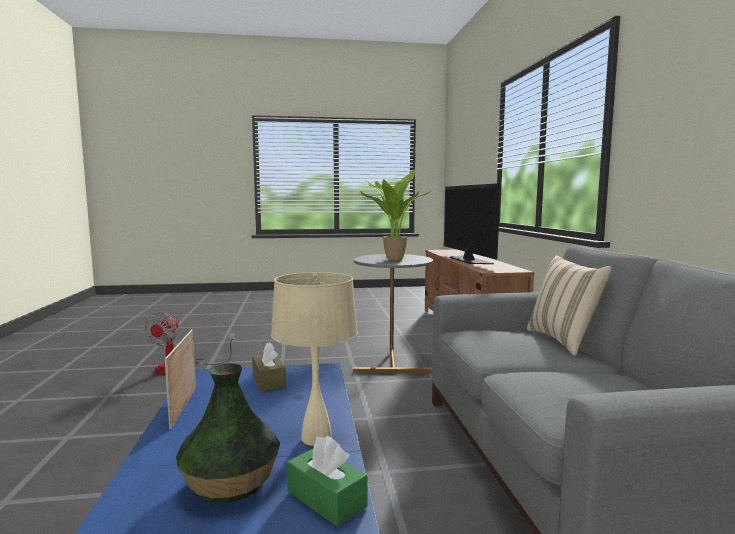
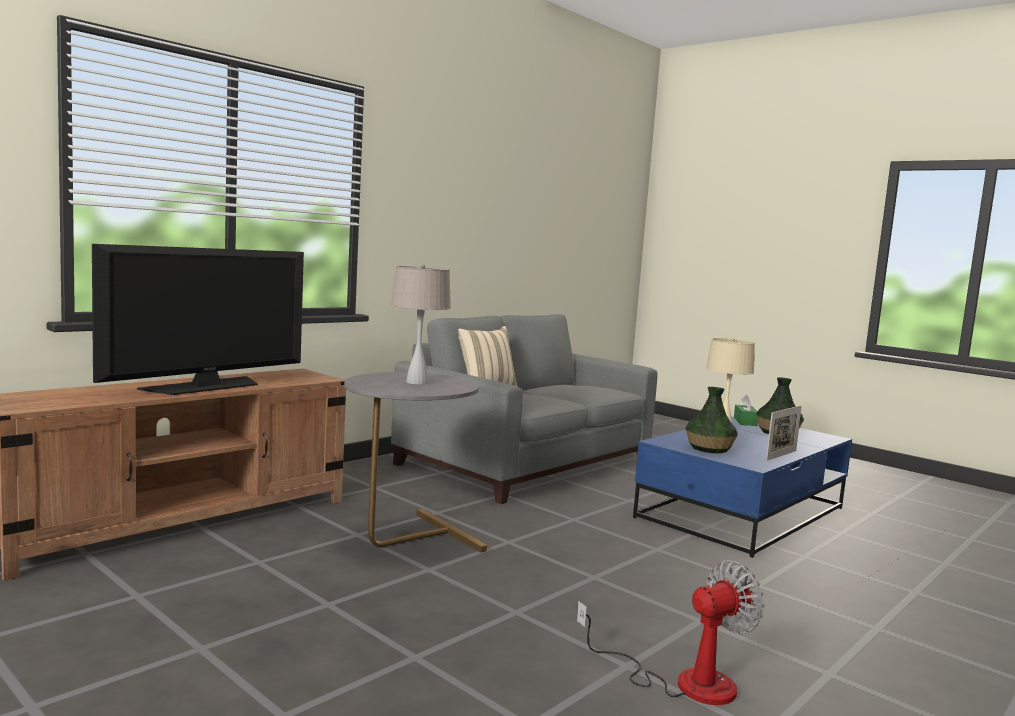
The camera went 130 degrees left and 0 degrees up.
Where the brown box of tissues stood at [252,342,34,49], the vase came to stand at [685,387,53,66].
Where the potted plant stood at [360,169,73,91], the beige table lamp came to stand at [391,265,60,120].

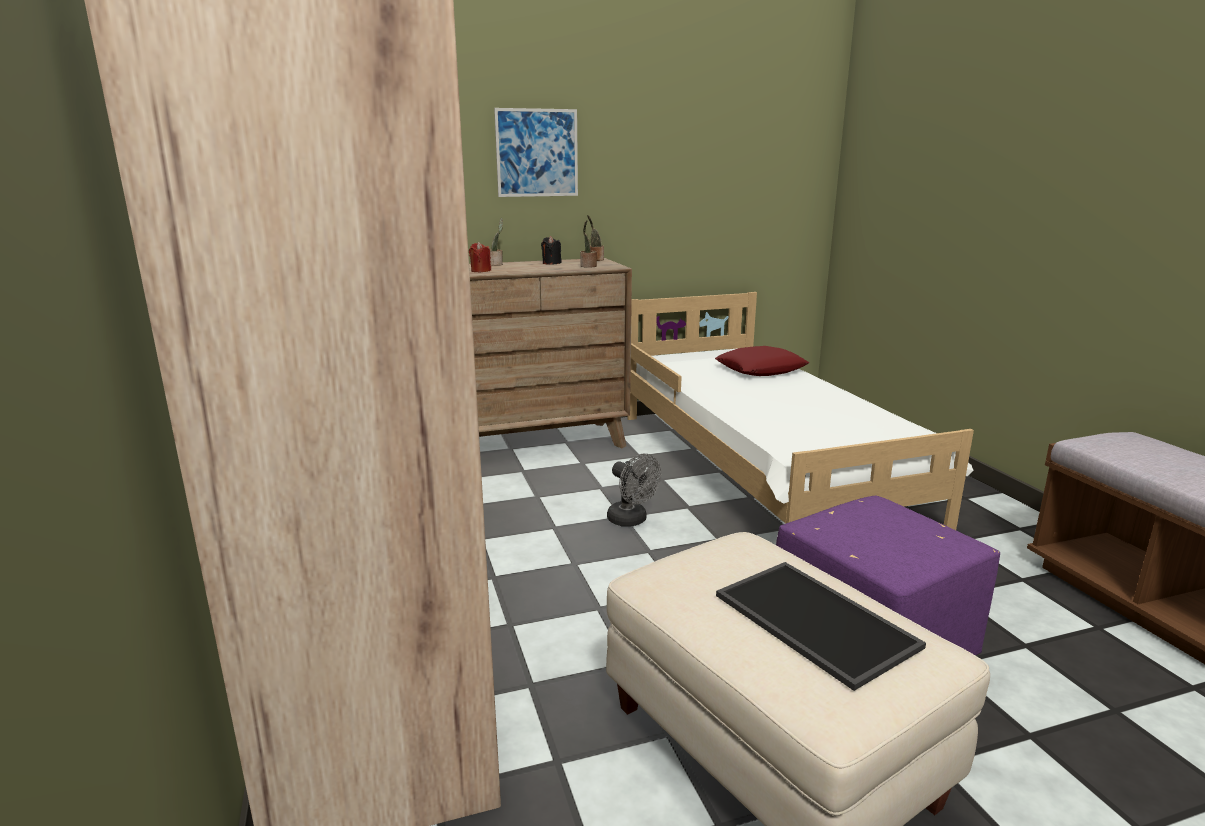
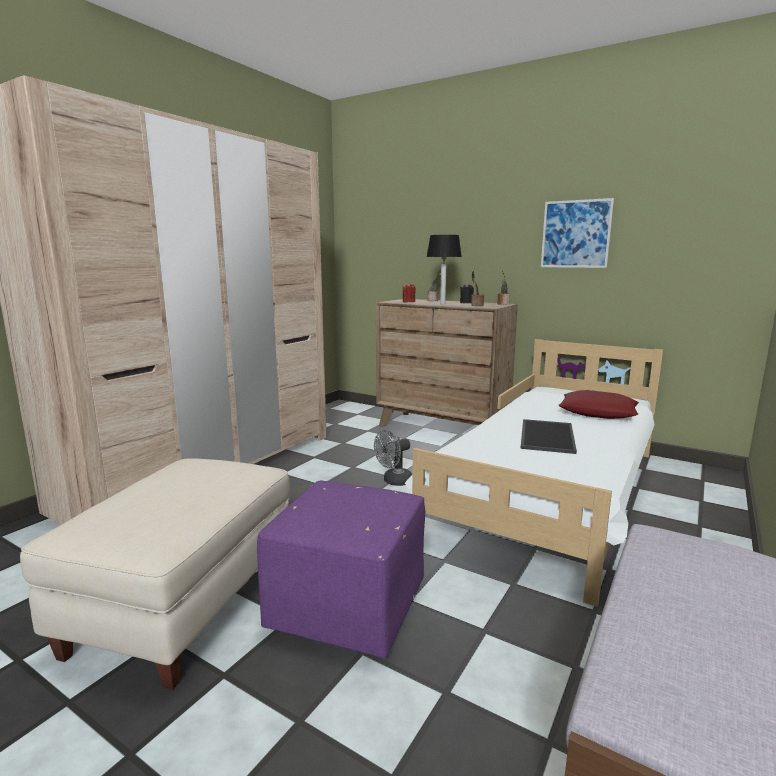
The camera went 50 degrees right and 5 degrees down.
The picture ended up elsewhere, having gone from [494,108,84,89] to [541,198,73,70].
The greyish electric fan at [607,454,54,73] ended up facing another way, 45 degrees clockwise from before.
The carrying tray ended up elsewhere, having gone from [716,562,210,129] to [520,419,57,35].
The second view gained the table lamp at [426,235,36,69].

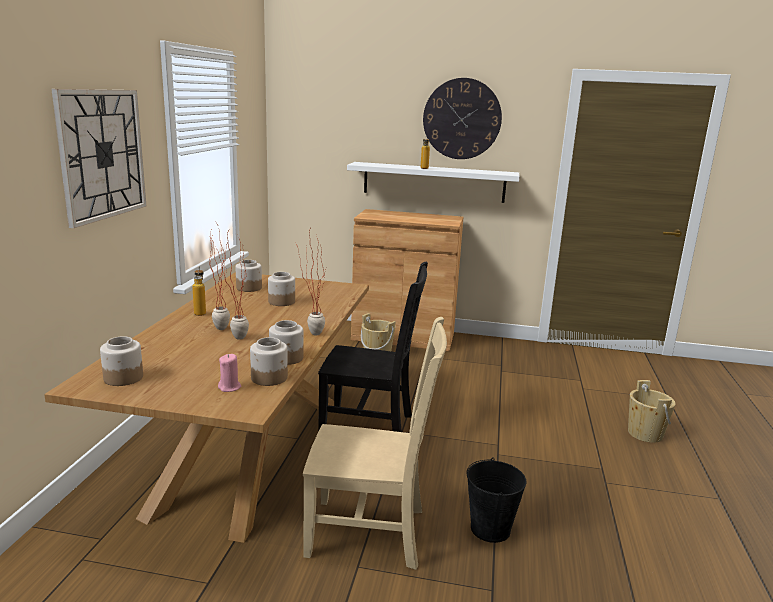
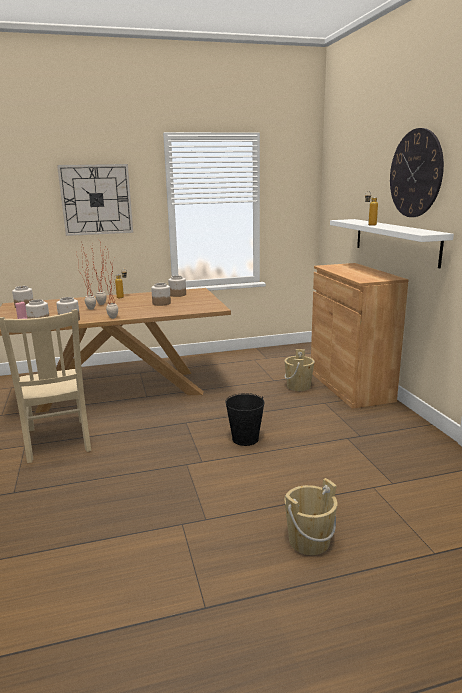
The camera went 65 degrees right and 0 degrees up.
The second view lost the black chair at [318,262,110,170].
The black pail ended up elsewhere, having gone from [466,457,60,86] to [225,393,40,53].

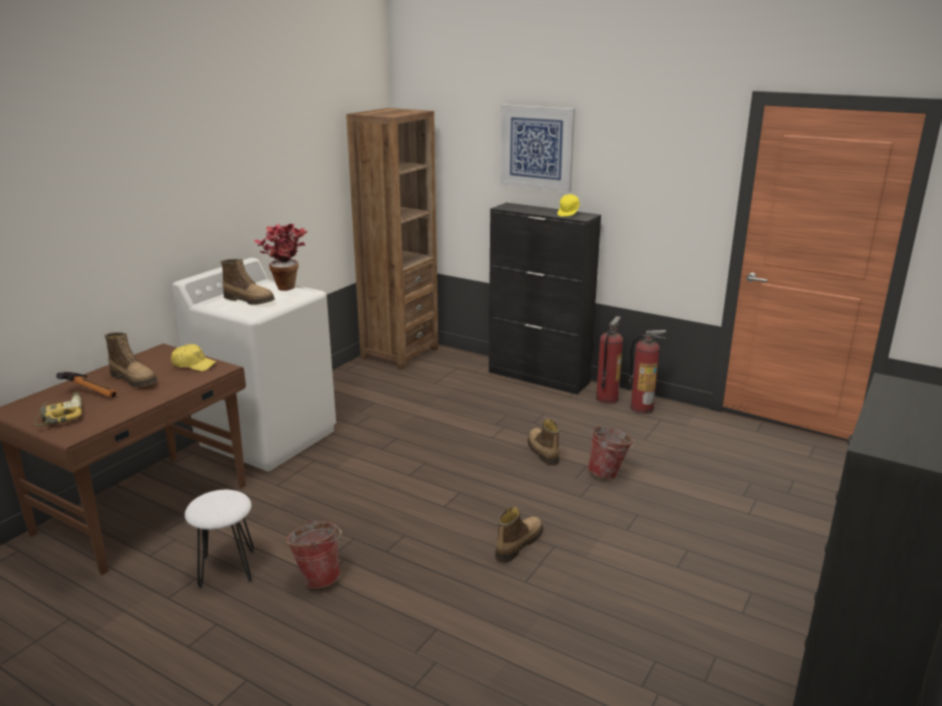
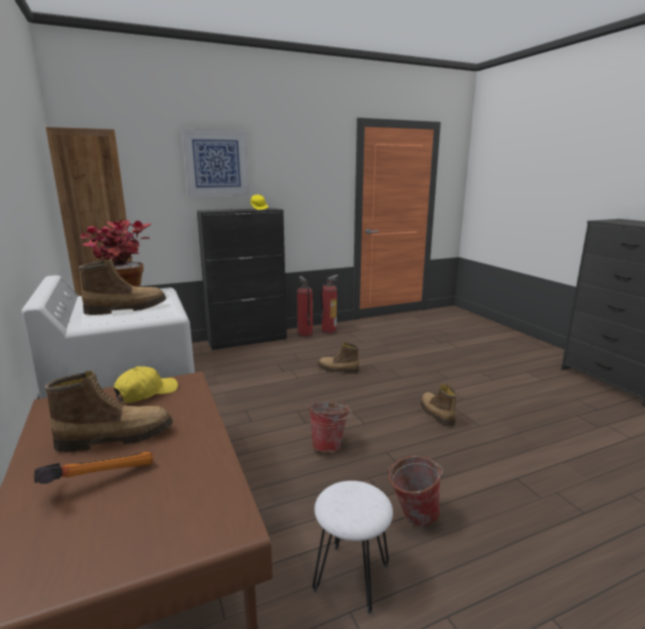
The camera went 55 degrees left and 5 degrees down.
The second view lost the power drill at [34,392,48,34].
The pail ended up elsewhere, having gone from [588,426,47,53] to [308,401,43,51].

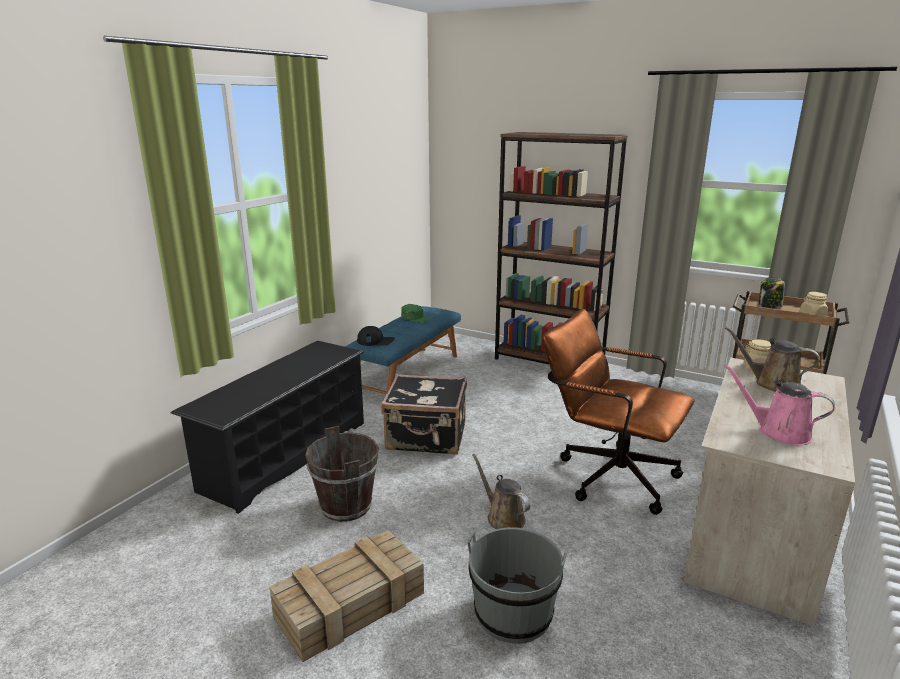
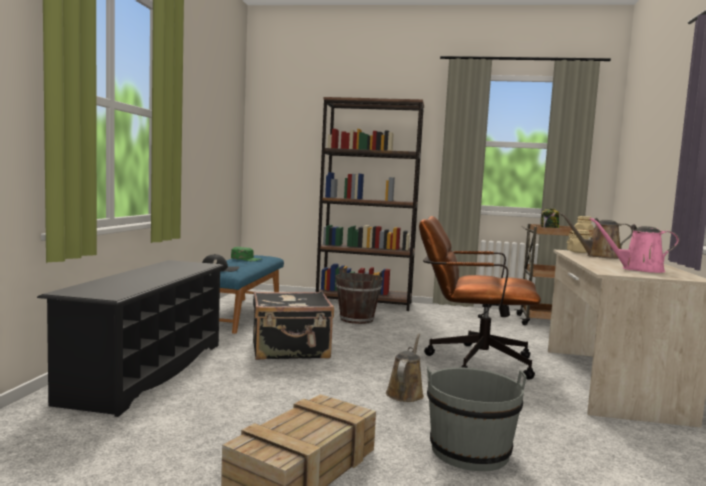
The camera went 20 degrees left and 15 degrees down.
The brown pail ended up elsewhere, having gone from [305,426,74,96] to [335,268,48,56].
The brown sprinkling can at [472,454,58,75] ended up facing another way, 75 degrees clockwise from before.

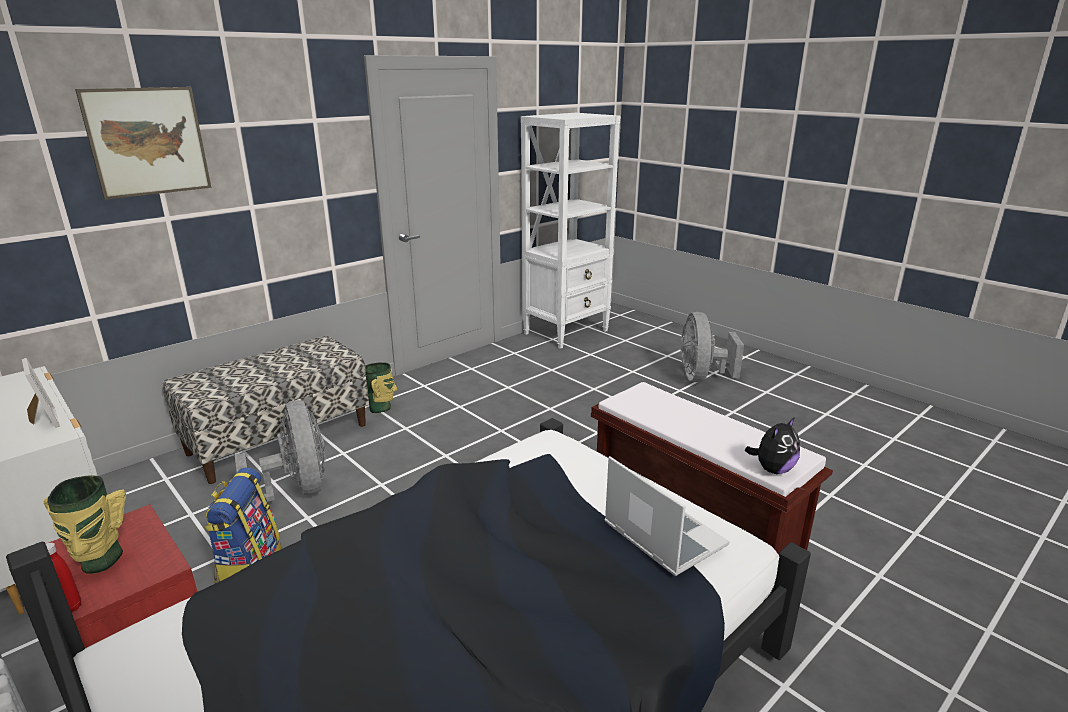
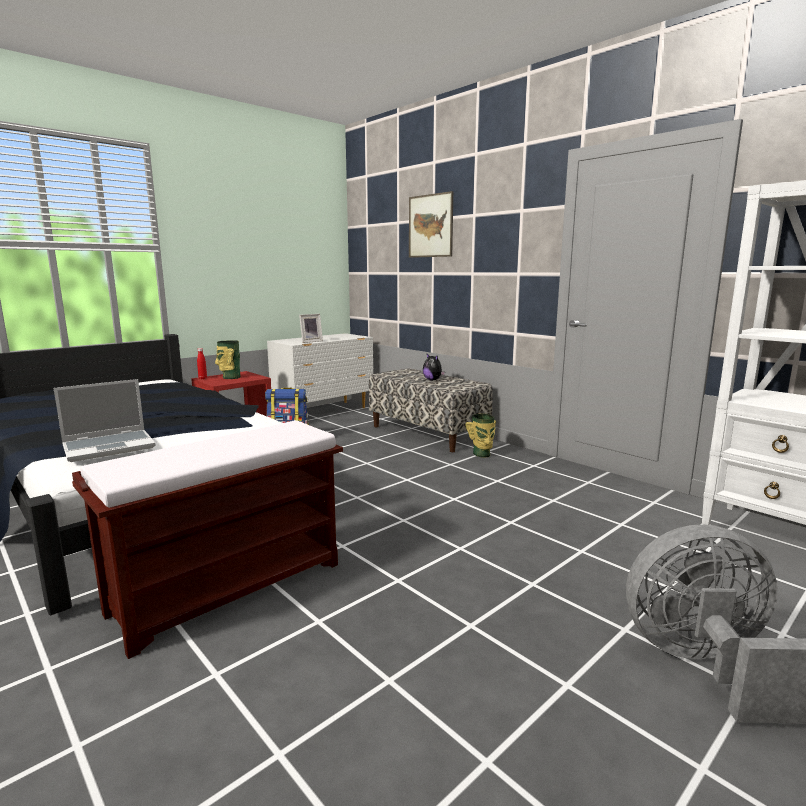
The camera went 90 degrees right and 10 degrees down.
The second view lost the greyish electric fan at [235,400,90,102].
The plush toy ended up elsewhere, having gone from [745,417,55,57] to [423,354,22,26].

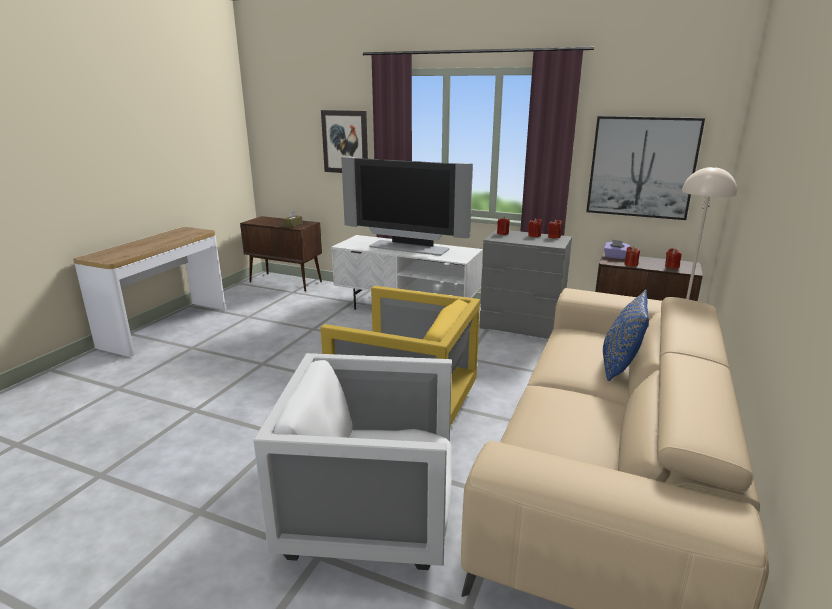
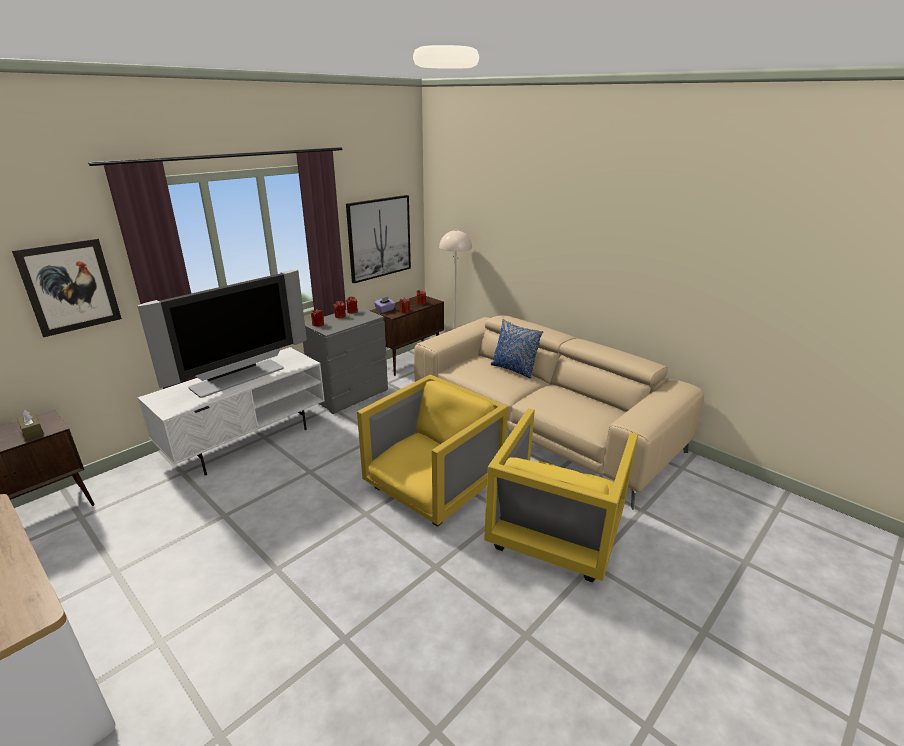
The camera went 70 degrees left and 5 degrees up.
What was the white-coloured easy chair at [253,353,199,217] turned into the yellow easy chair at [484,408,154,174].

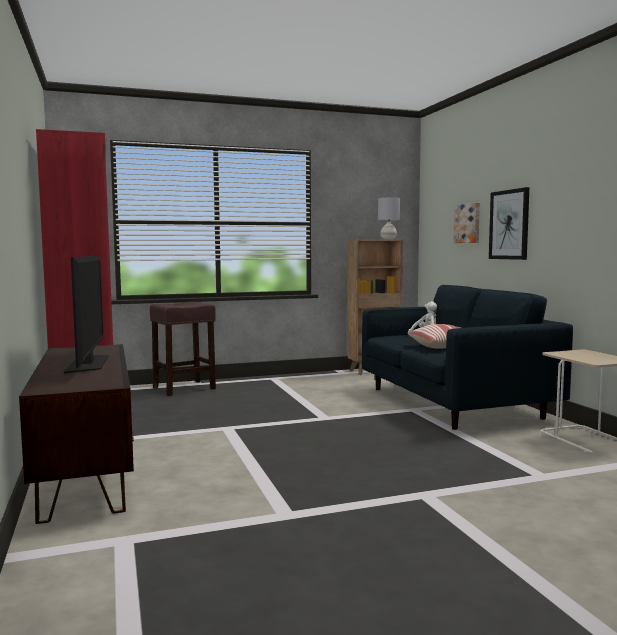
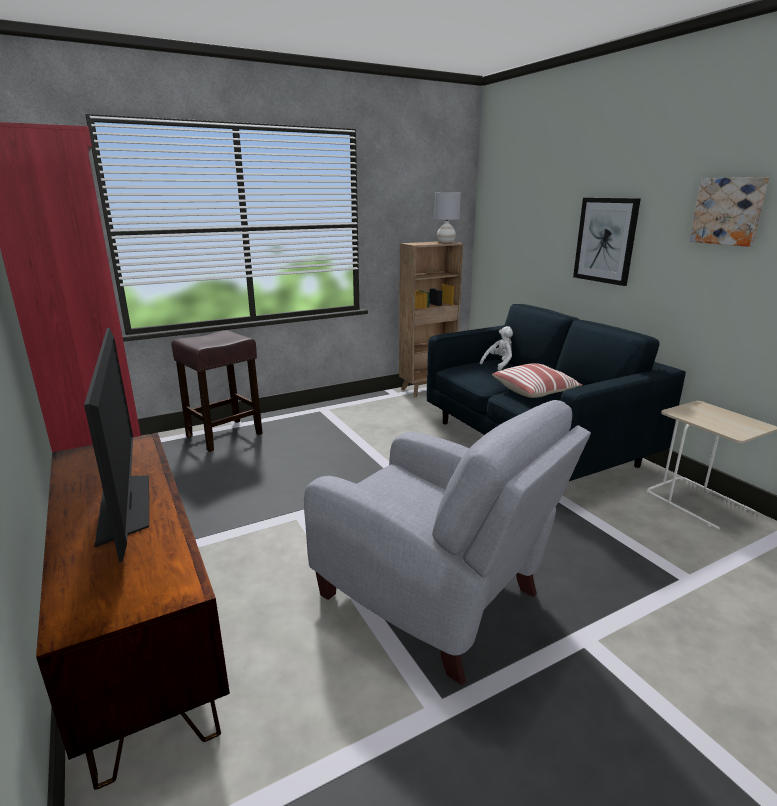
The camera went 10 degrees left and 15 degrees up.
The picture ended up elsewhere, having gone from [453,203,27,40] to [689,177,80,70].
The second view gained the greyish easy chair at [304,400,287,285].

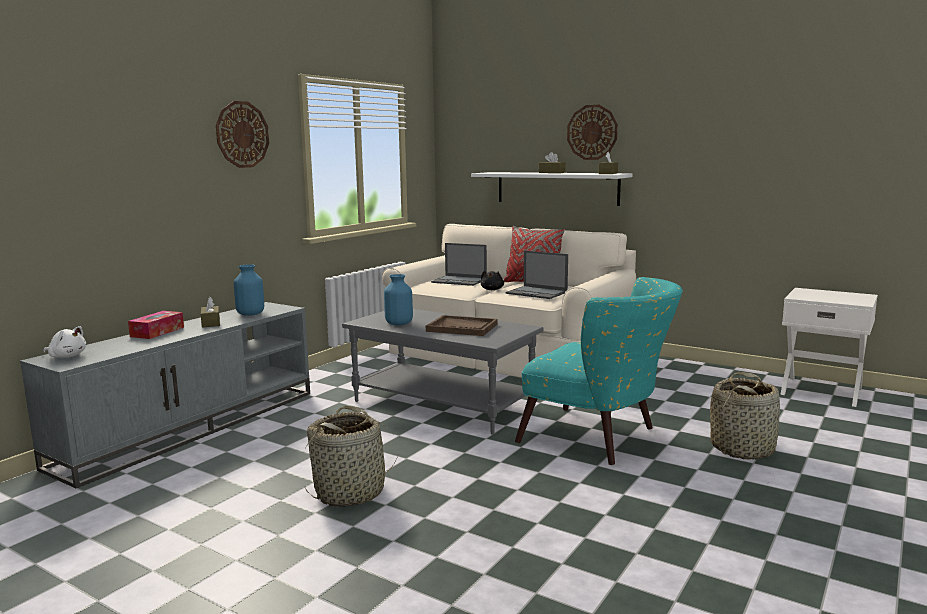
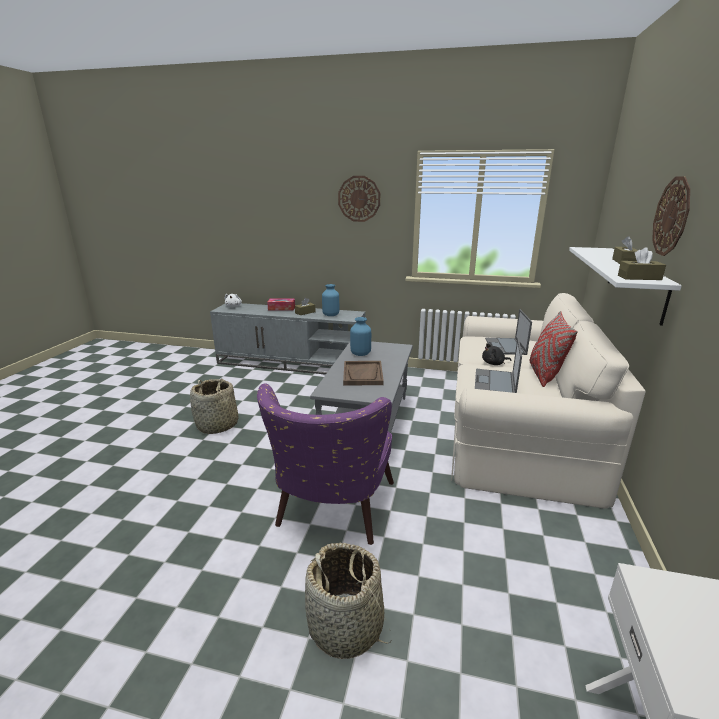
The camera went 70 degrees right and 10 degrees up.
What was the turquoise easy chair at [515,277,168,188] turned into the purple-coloured easy chair at [257,384,137,161].

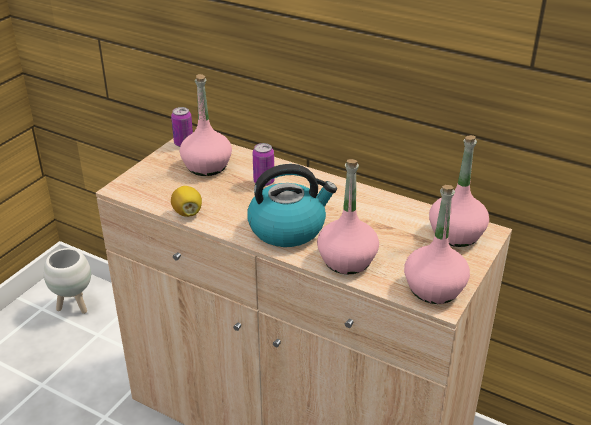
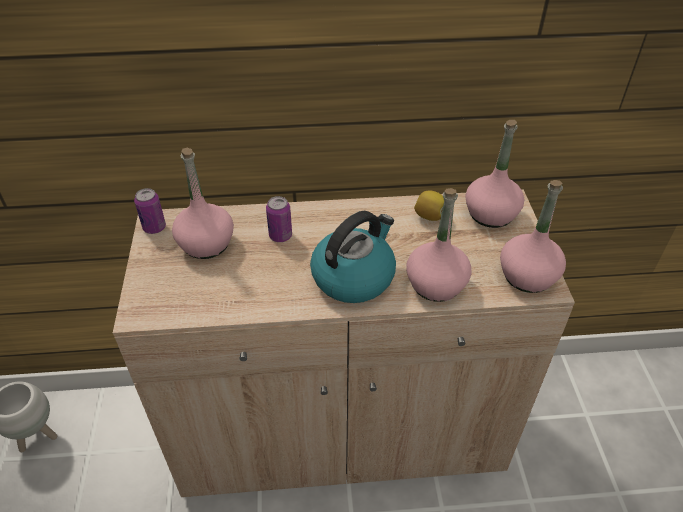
The camera went 35 degrees left and 10 degrees up.
The lemon ended up elsewhere, having gone from [171,186,31,31] to [414,190,30,31].

